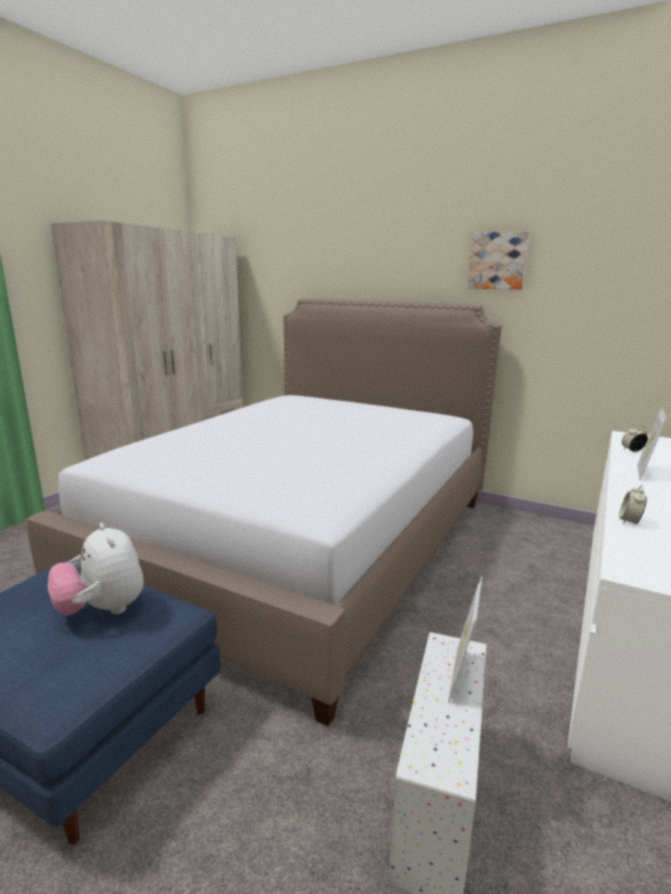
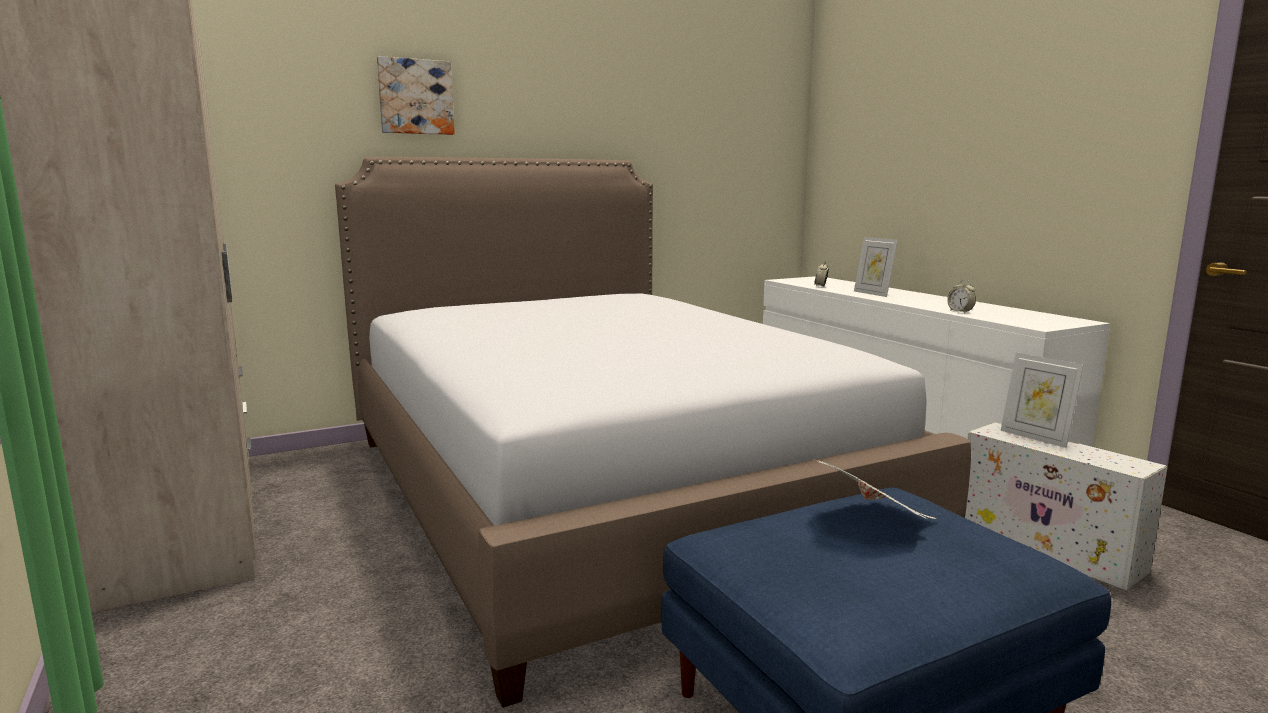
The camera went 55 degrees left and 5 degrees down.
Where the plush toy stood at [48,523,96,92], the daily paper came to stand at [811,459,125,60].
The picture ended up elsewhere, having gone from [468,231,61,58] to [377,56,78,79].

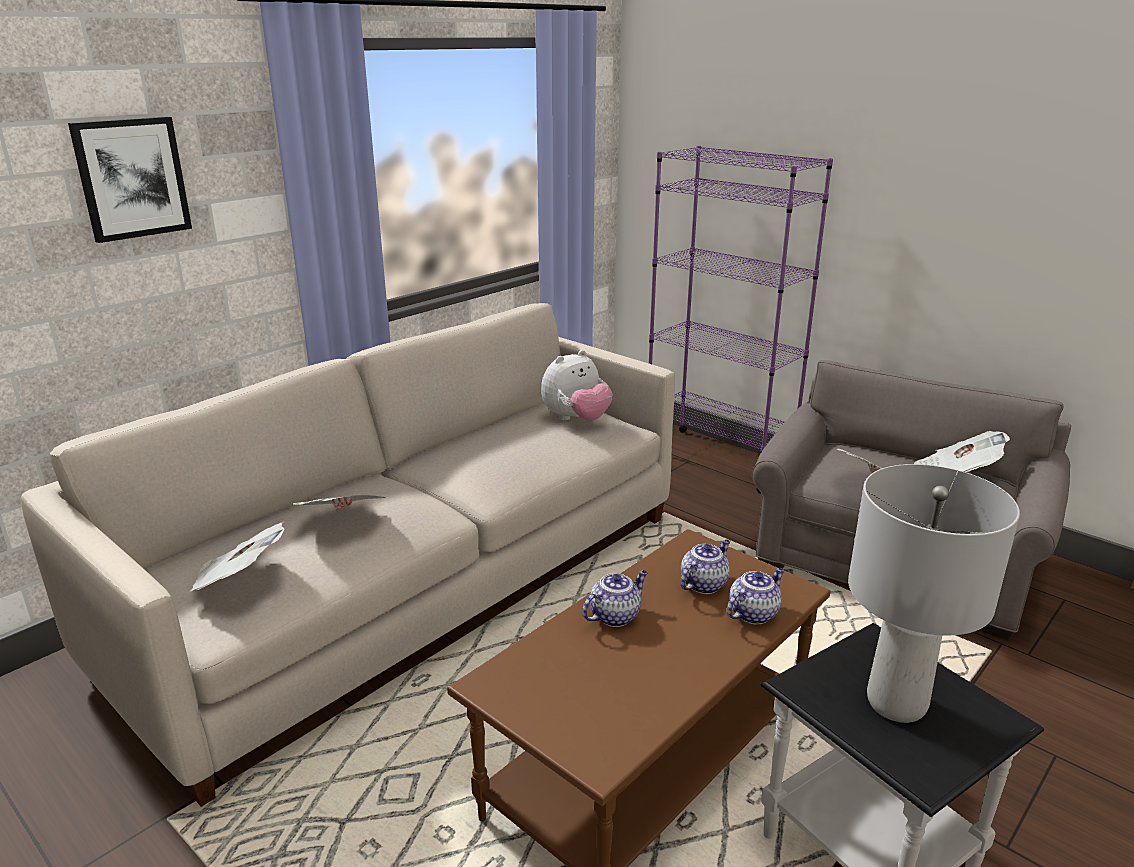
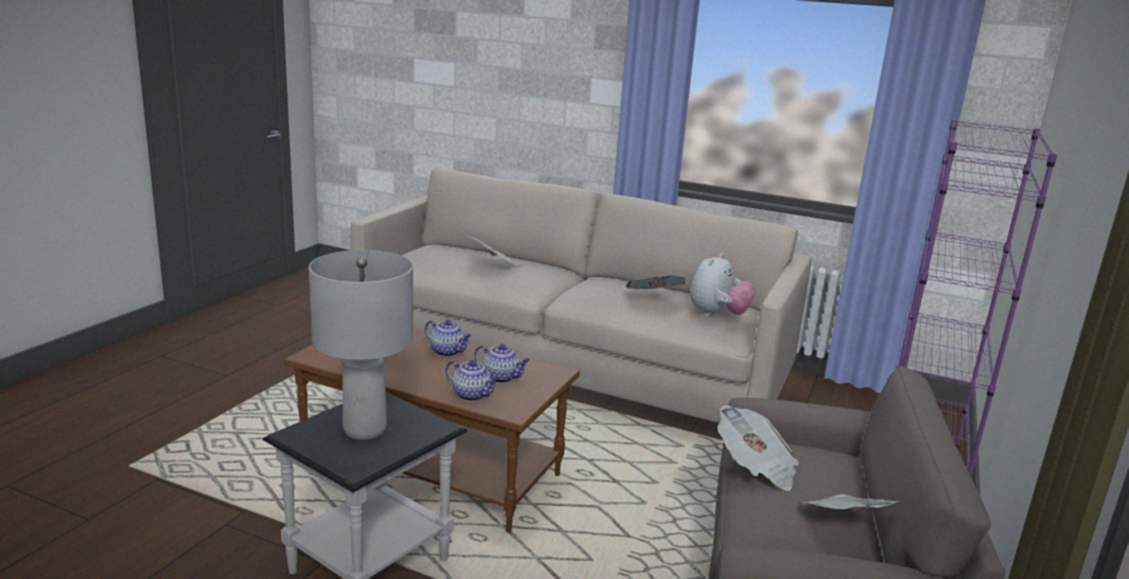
The camera went 70 degrees right and 5 degrees down.
The second view lost the picture at [68,116,124,127].
The daily paper ended up elsewhere, having gone from [188,521,97,72] to [626,276,59,13].
The plush toy at [541,350,72,71] ended up facing another way, 90 degrees counterclockwise from before.

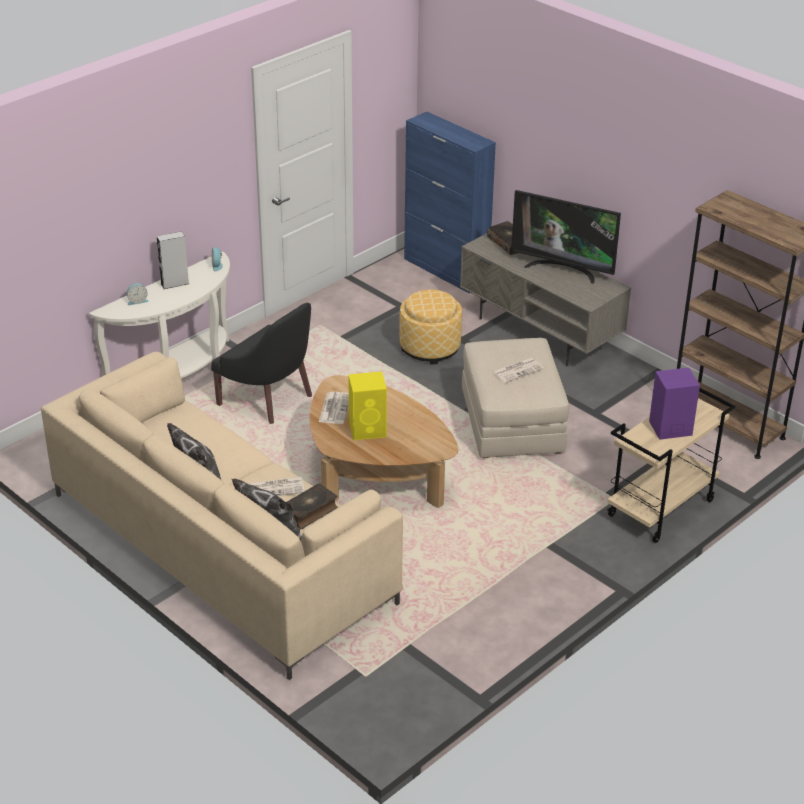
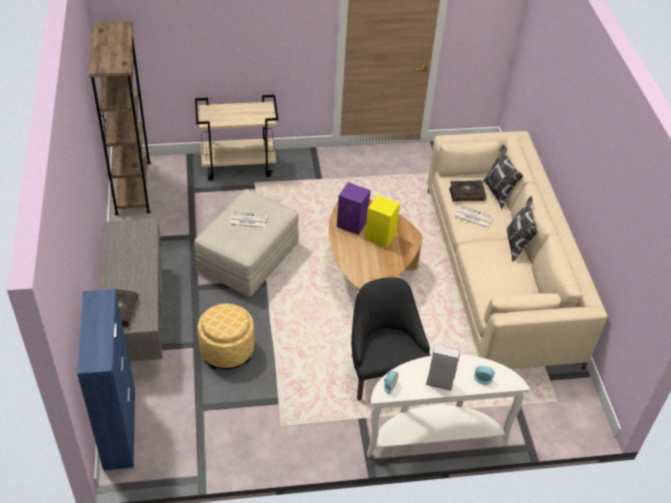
The camera went 145 degrees left and 10 degrees up.
The second view lost the daily paper at [319,392,30,32].
The second view lost the television at [511,190,110,94].
The purple-coloured loudspeaker ended up elsewhere, having gone from [649,368,51,72] to [337,182,33,53].

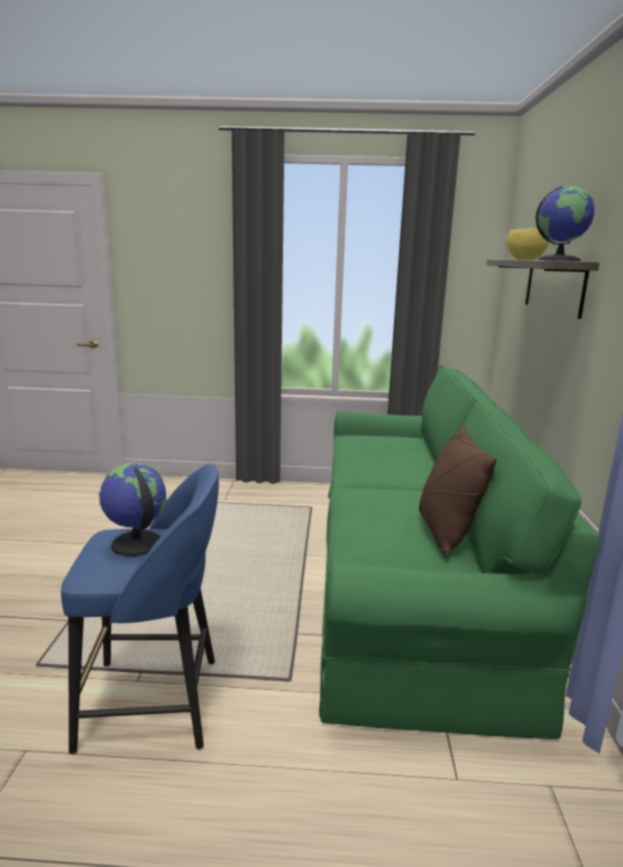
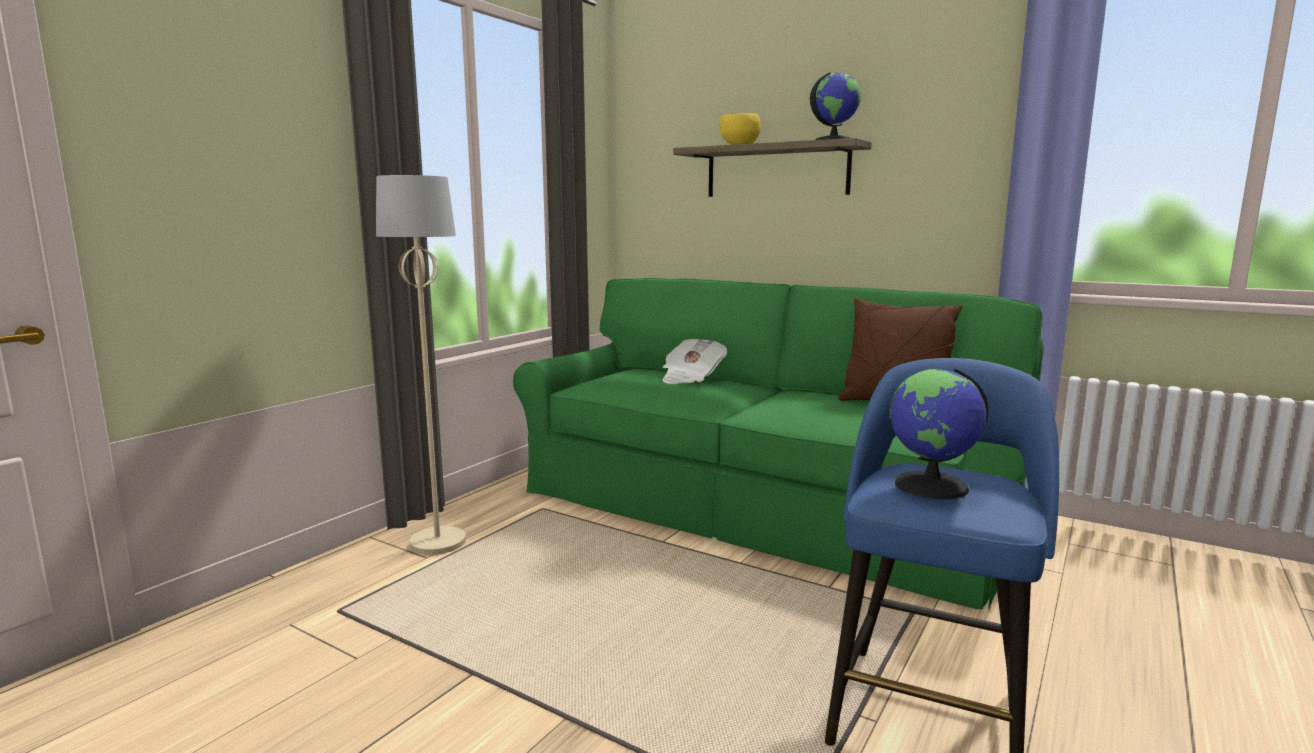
The camera went 60 degrees left and 5 degrees down.
The second view gained the beige standing lamp at [376,175,90,380].
The second view gained the daily paper at [662,339,65,45].

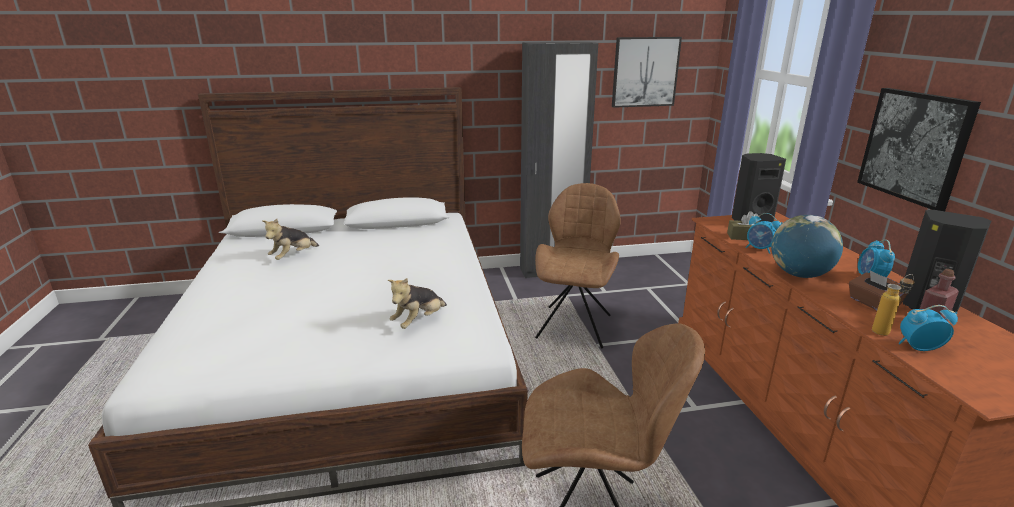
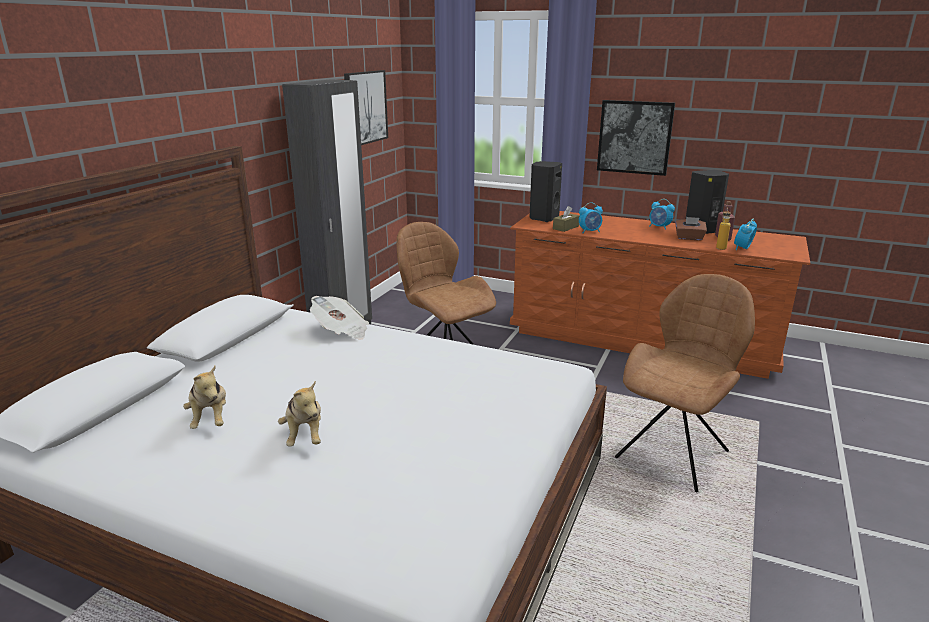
The camera went 55 degrees left and 0 degrees up.
The plush toy ended up elsewhere, having gone from [388,278,59,51] to [278,381,43,66].
The second view lost the globe at [771,215,72,63].
The second view gained the daily paper at [310,296,59,44].

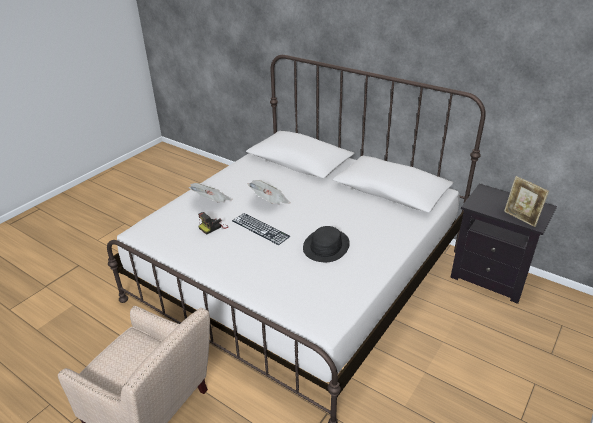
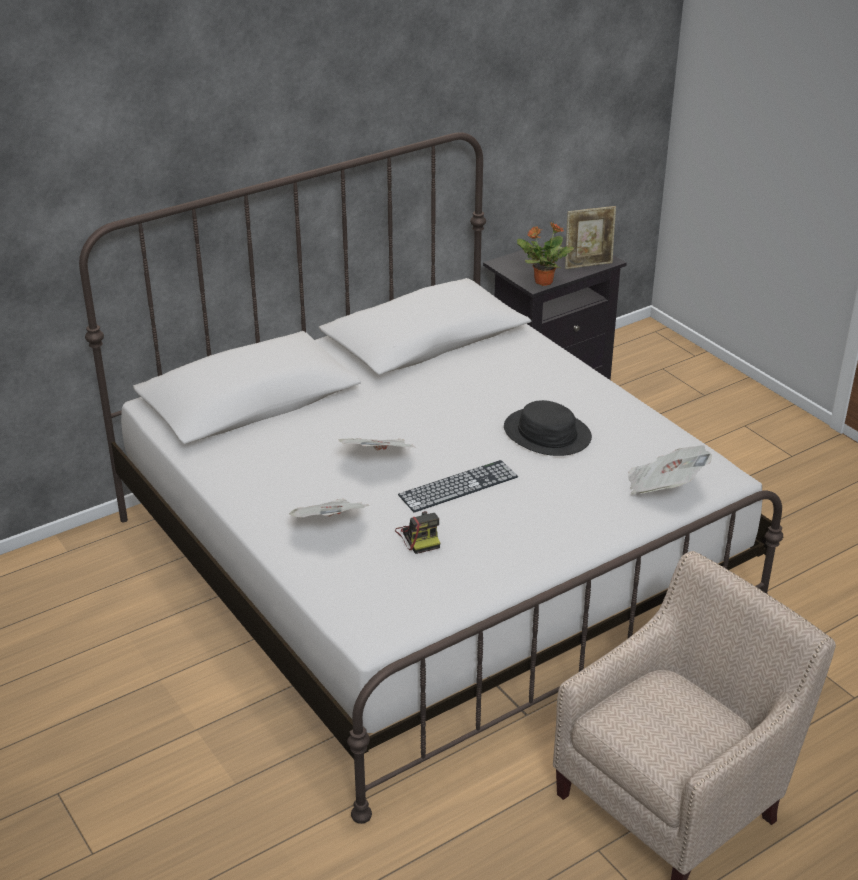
The camera went 70 degrees left and 0 degrees up.
The second view gained the potted plant at [517,222,57,64].
The second view gained the daily paper at [628,445,84,49].

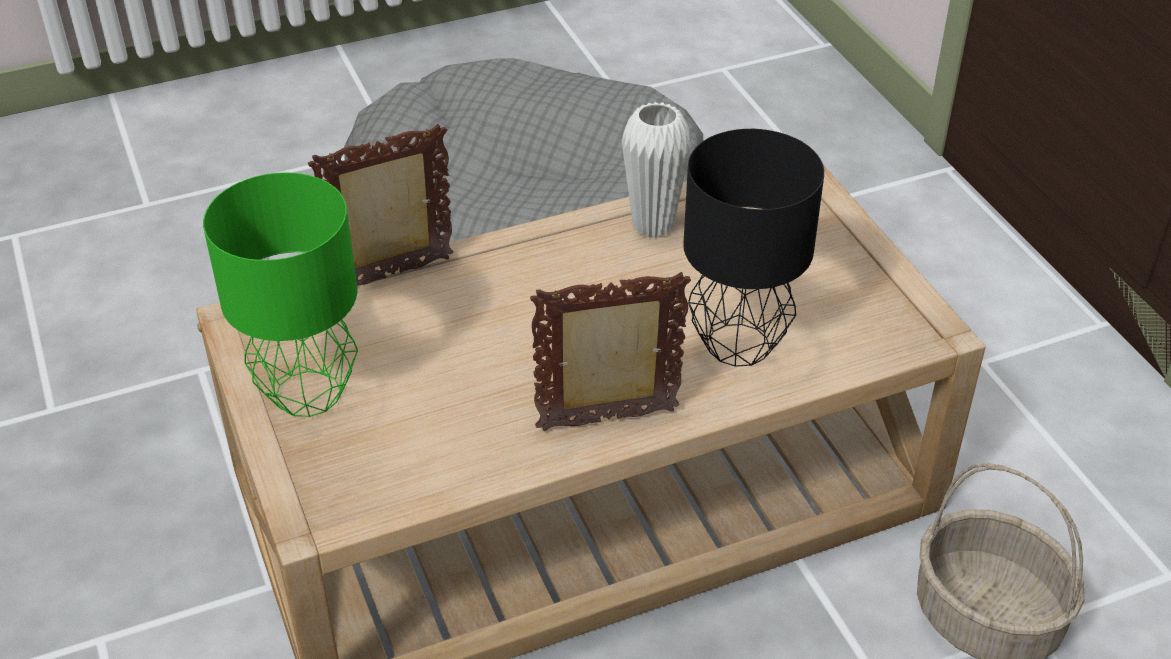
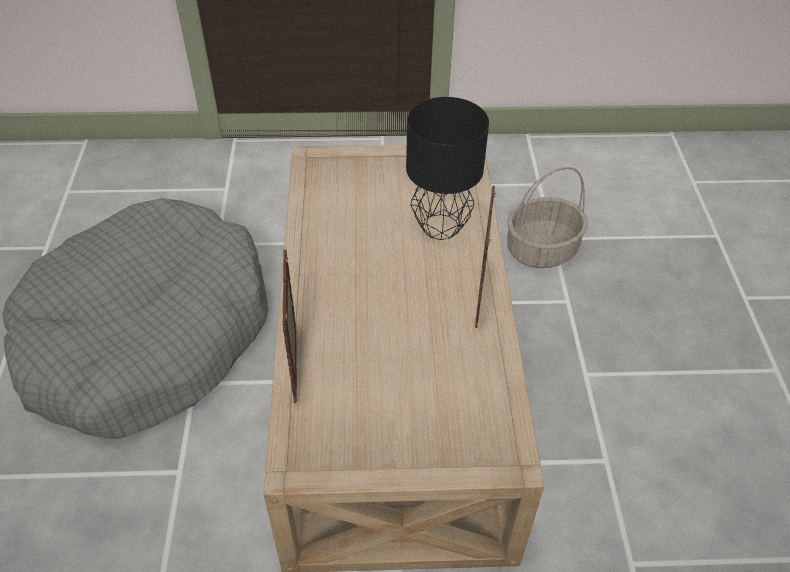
The camera went 70 degrees left and 5 degrees up.
The second view lost the green-coloured table lamp at [203,173,155,244].
The second view lost the white-coloured vase at [622,102,69,135].

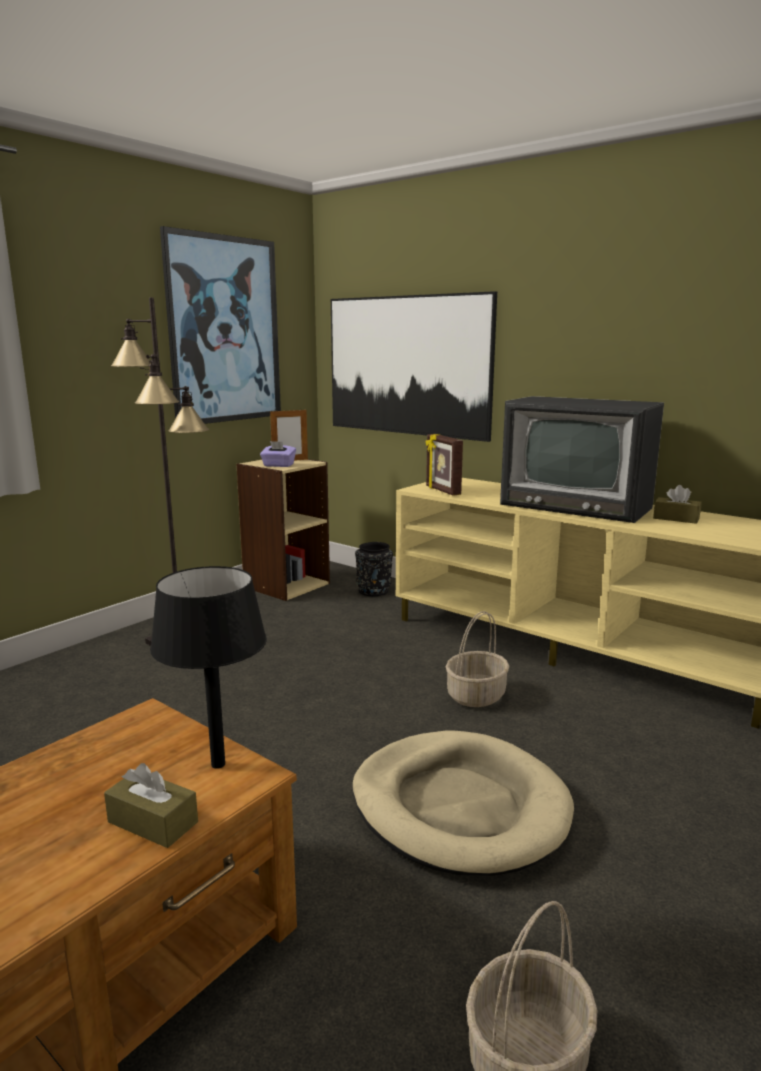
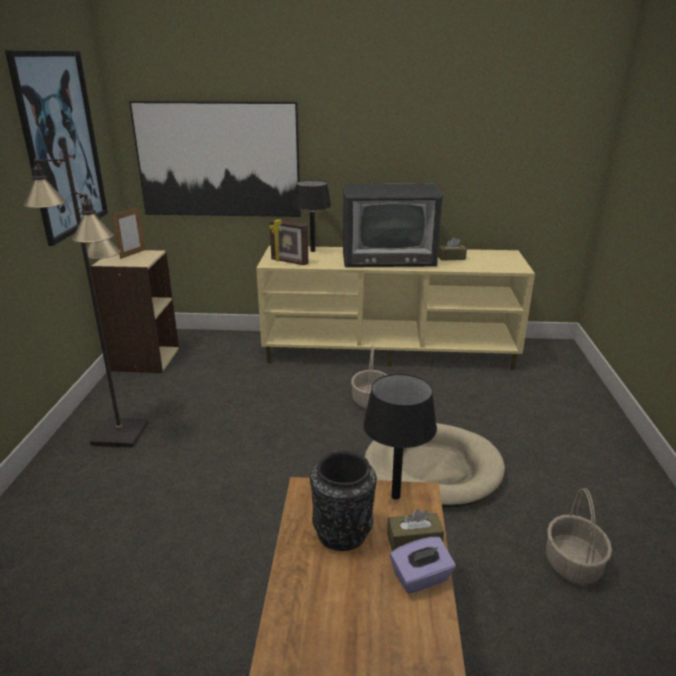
The camera went 35 degrees left and 10 degrees up.
The purple-coloured box of tissues ended up elsewhere, having gone from [260,441,36,26] to [390,537,66,57].
The black vase ended up elsewhere, having gone from [355,542,38,54] to [310,450,67,101].
The second view gained the black table lamp at [293,180,38,72].

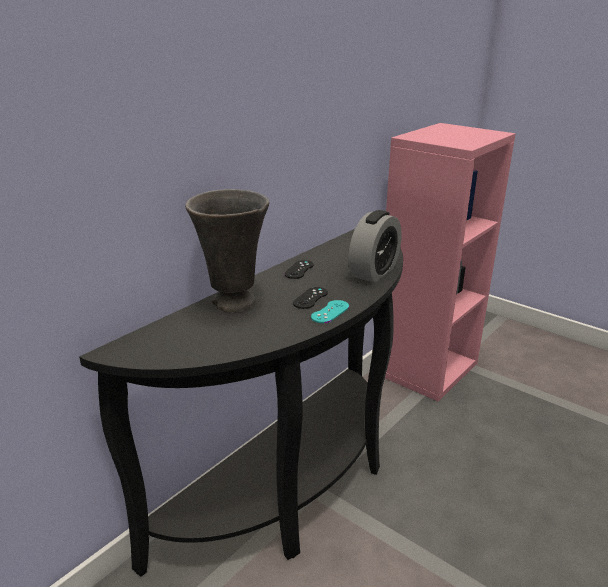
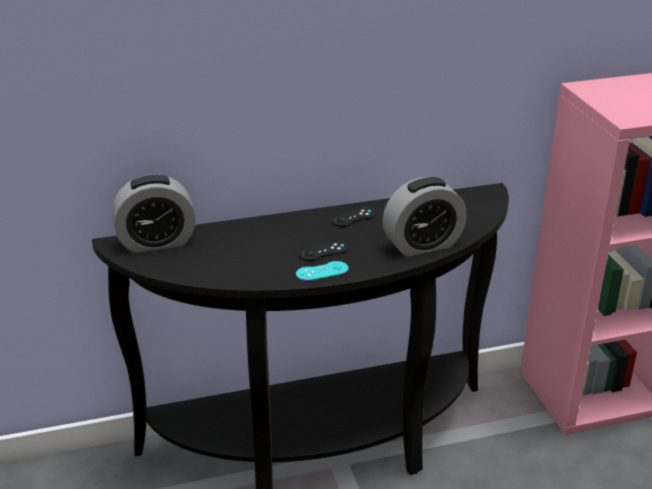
The camera went 35 degrees right and 5 degrees up.
The second view lost the greyish vase at [185,189,84,124].
The second view gained the bedside clock at [112,174,84,79].

